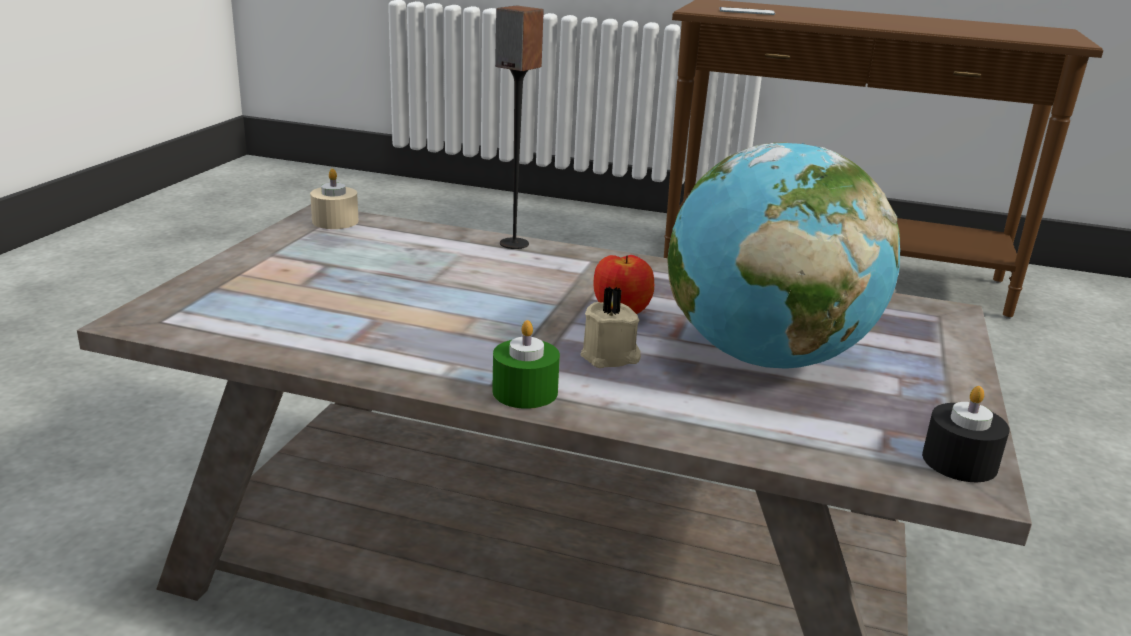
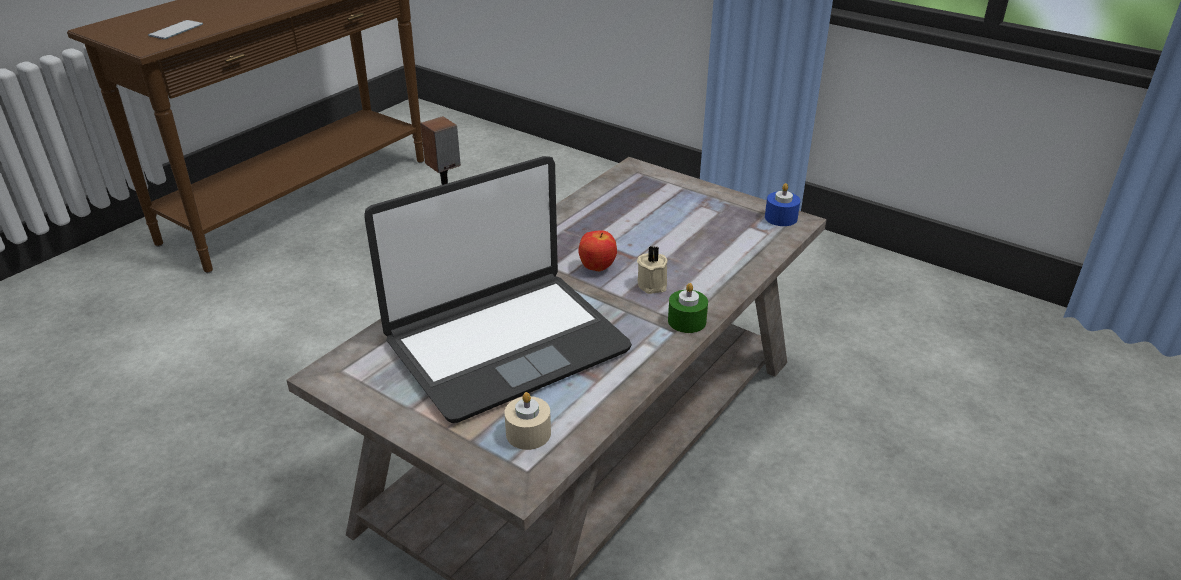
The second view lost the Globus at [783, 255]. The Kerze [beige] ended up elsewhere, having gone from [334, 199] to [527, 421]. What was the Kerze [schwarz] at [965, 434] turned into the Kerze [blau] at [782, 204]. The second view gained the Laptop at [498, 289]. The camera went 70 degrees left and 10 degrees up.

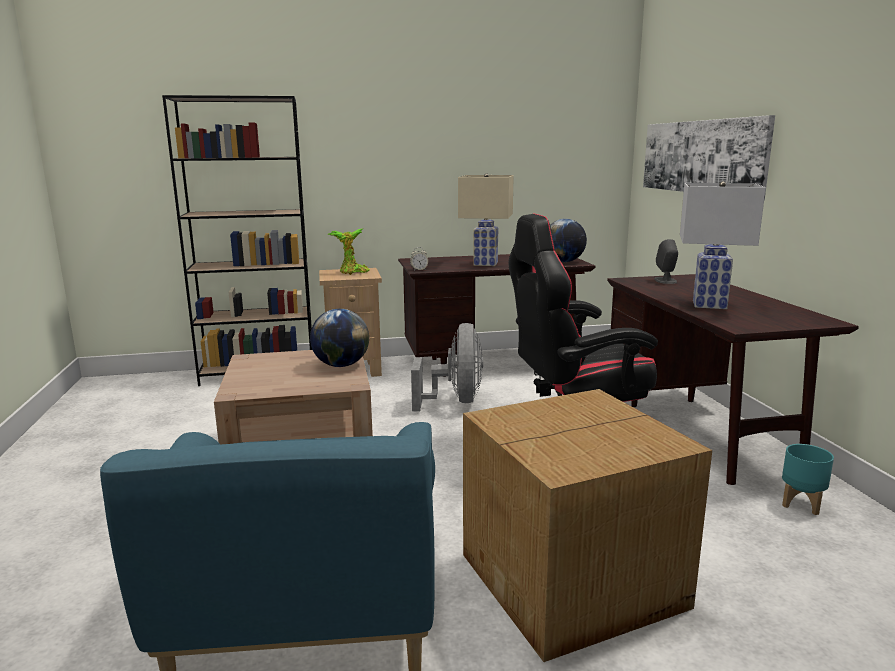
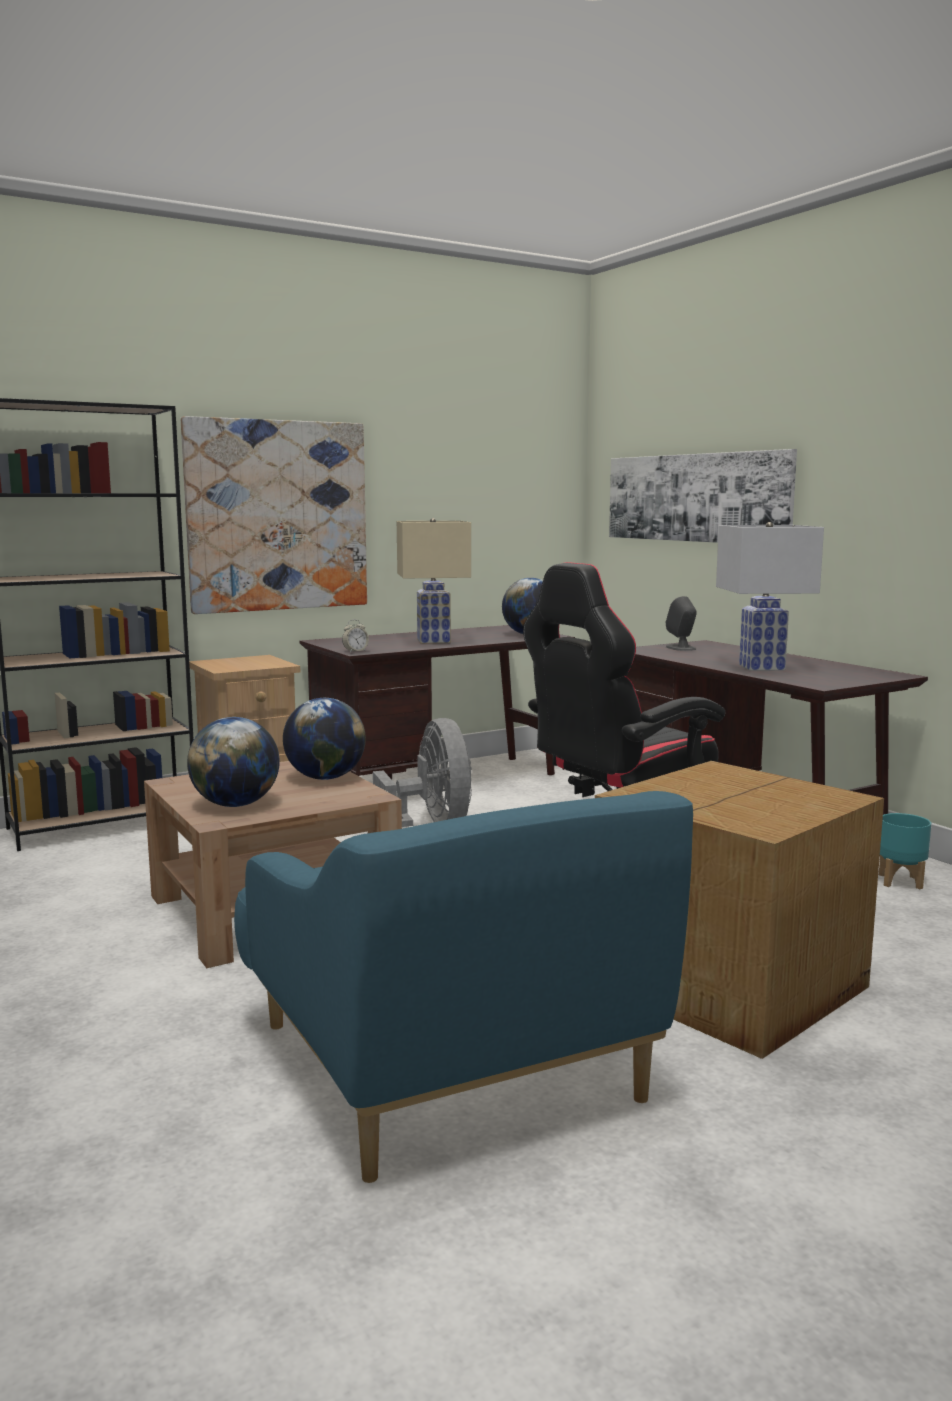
The second view lost the Topfpflanze at [348, 252]. The second view gained the Bild at [274, 515]. The second view gained the Globus at [233, 762]. The camera went 20 degrees left and 5 degrees down.

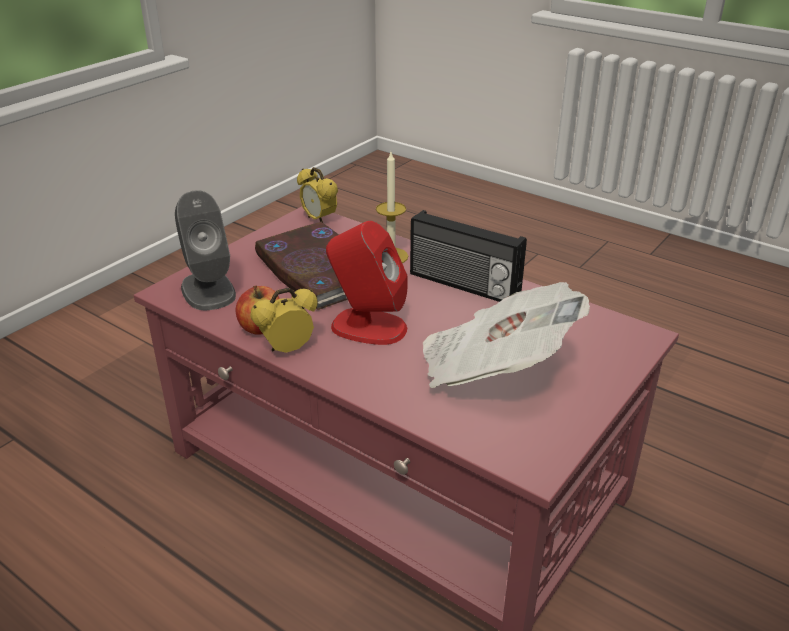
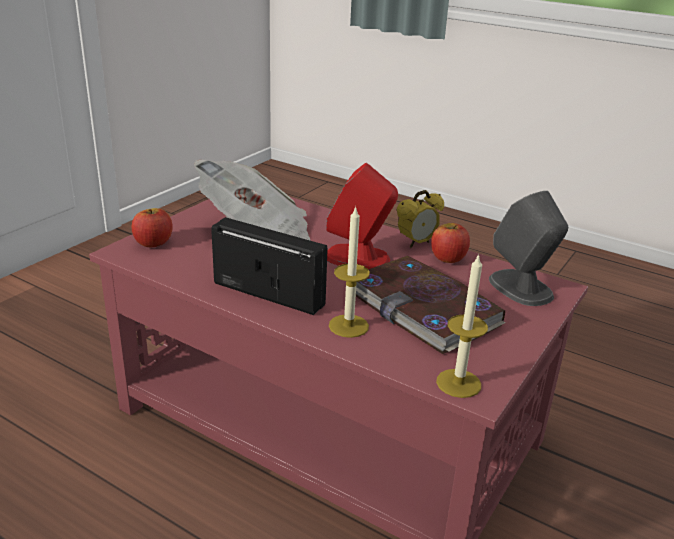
Where the Wecker stood at [317, 194], the Kerze came to stand at [462, 325]. The second view gained the Apfel at [152, 227]. The camera went 175 degrees right and 5 degrees down.

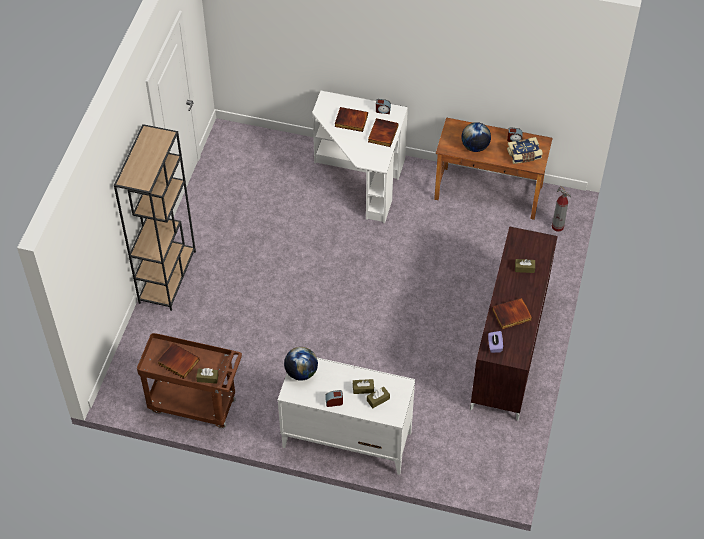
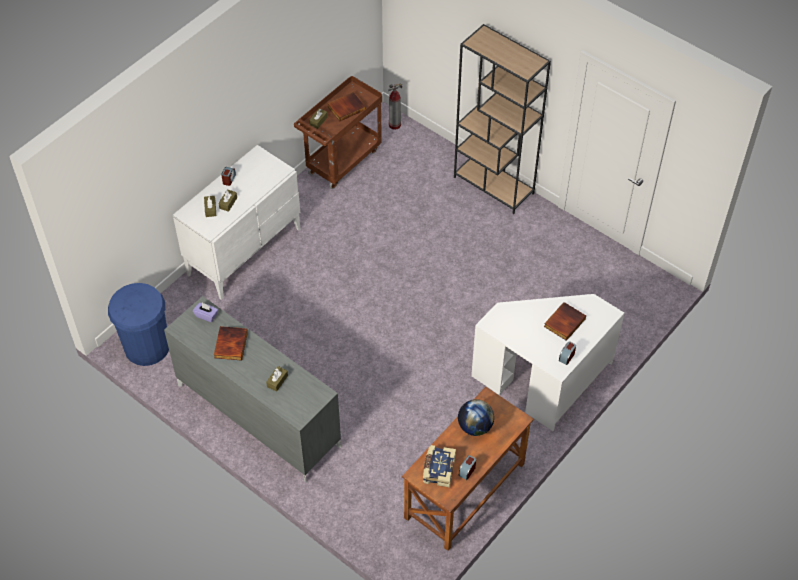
The second view lost the Buch at [383, 132]. The Feuerlöscher ended up elsewhere, having gone from [561, 208] to [395, 106]. What was the Kommode [braun] at [514, 323] turned into the Kommode [grau] at [252, 389]. The second view lost the Globus at [301, 364]. The second view gained the Mülleimer [blau] at [138, 324]. The camera went 115 degrees right and 0 degrees up.

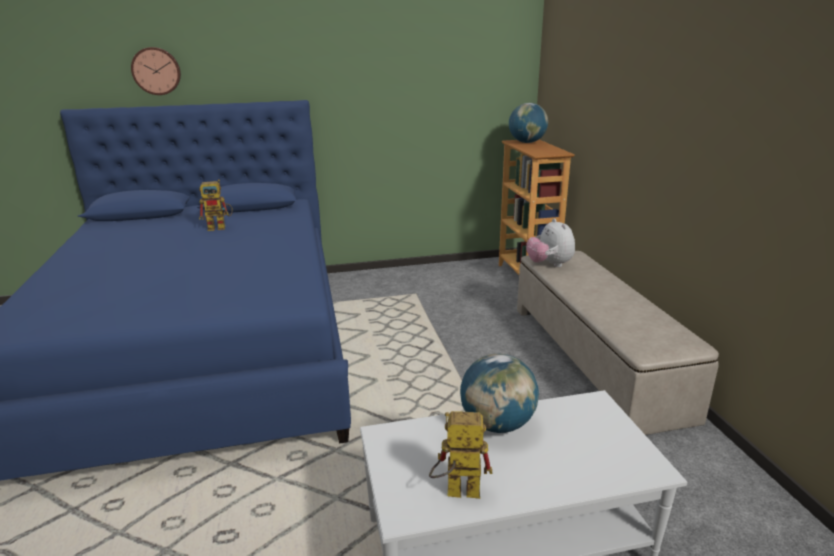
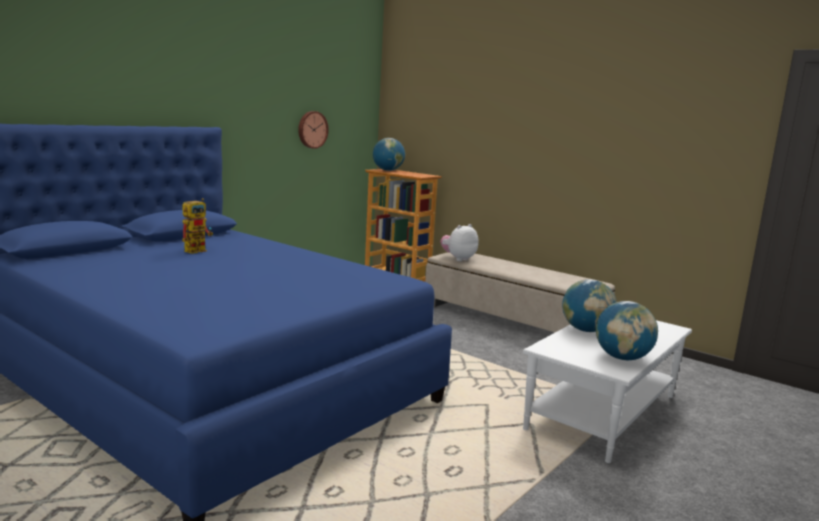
The Wanduhr ended up elsewhere, having gone from [156, 71] to [313, 130]. The Plüschtier at [550, 242] ended up facing another way, 105 degrees clockwise from before. Where the Spielzeugroboter stood at [460, 455], the Globus came to stand at [627, 330]. The camera went 40 degrees left and 10 degrees down.

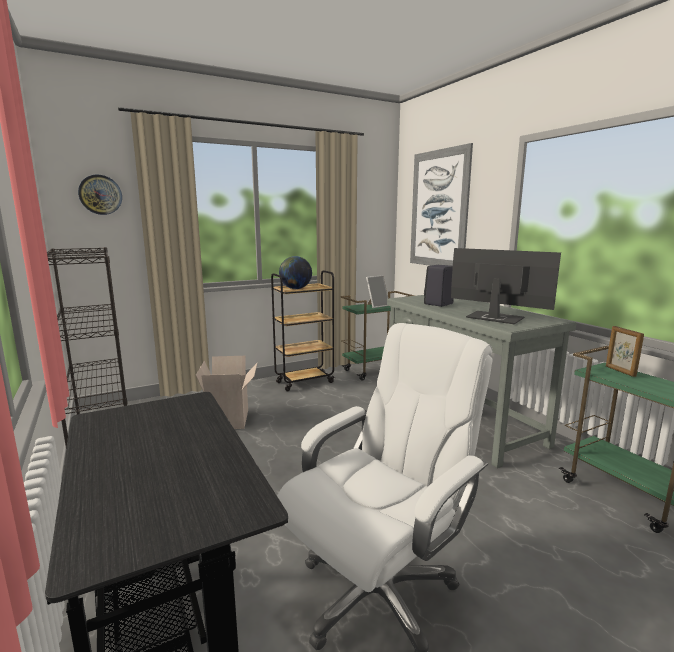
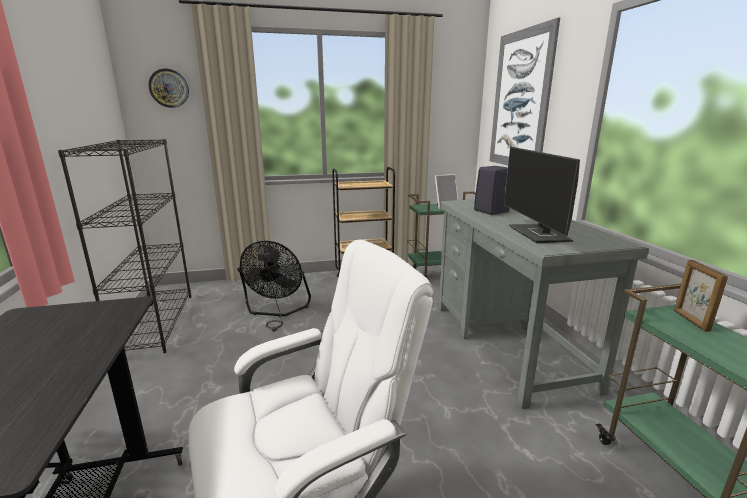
The Monitor at [506, 286] ended up facing another way, 150 degrees counterclockwise from before. The second view lost the Globus at [295, 272]. Where the Karton stood at [227, 392], the Ventilator [schwarz] came to stand at [274, 286]. The camera went 15 degrees right and 5 degrees up.

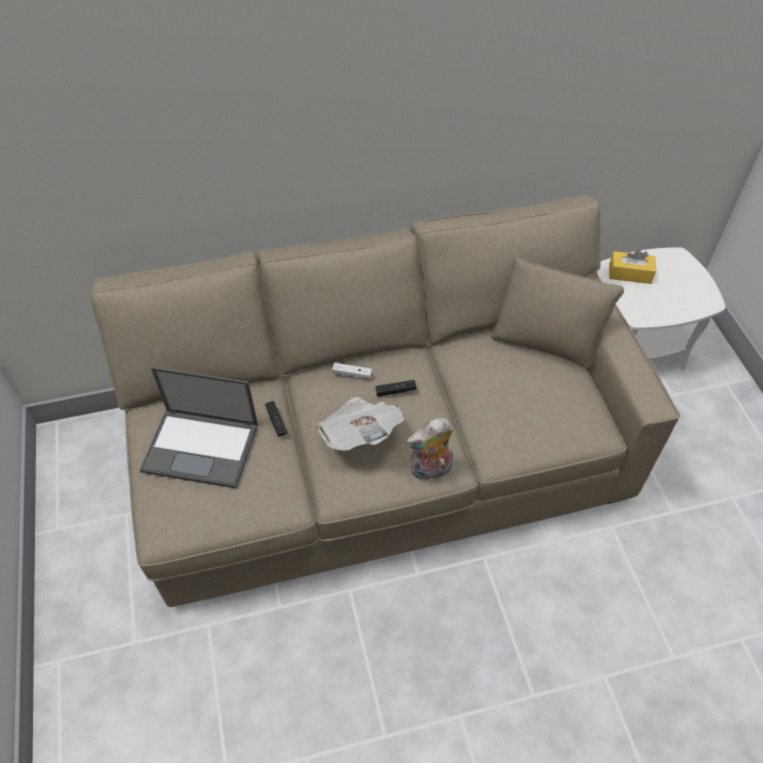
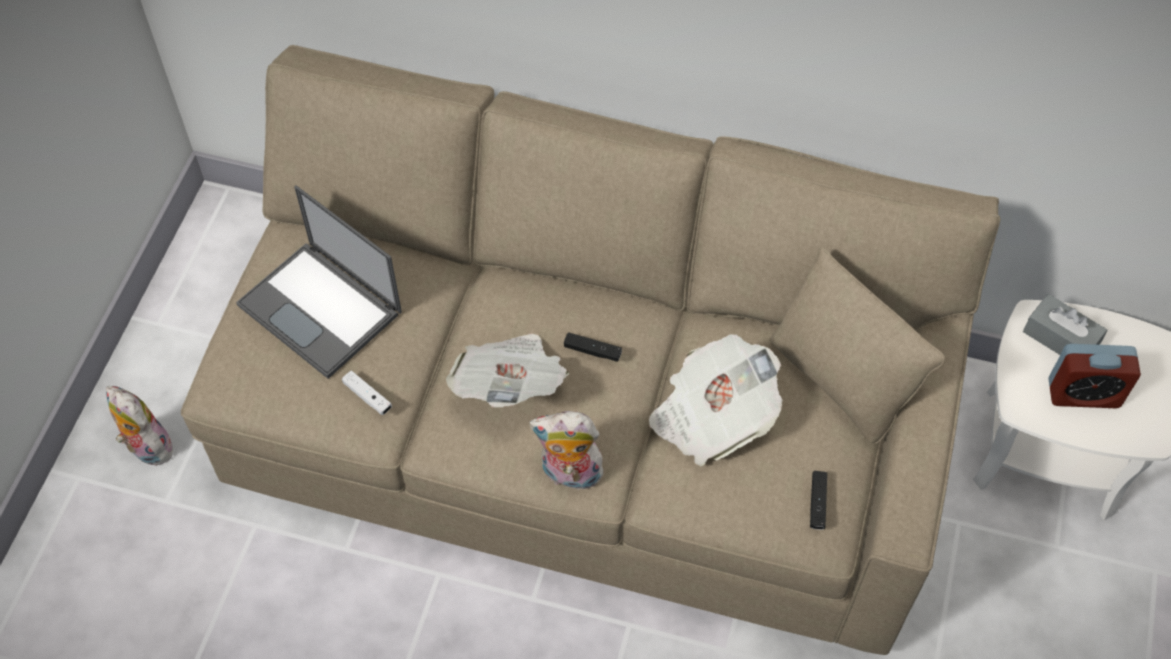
What was the Taschentuchbox [gelb] at [632, 266] turned into the Taschentuchbox [grau] at [1065, 324]. The Gamepad [weiß] ended up elsewhere, having gone from [352, 370] to [367, 392]. The Gamepad [schwarz] ended up elsewhere, having gone from [276, 419] to [818, 500]. The second view gained the Zeitung at [716, 400]. The second view gained the Wecker at [1094, 376]. The second view gained the Plüschtier at [139, 426]. The camera went 30 degrees right and 5 degrees up.

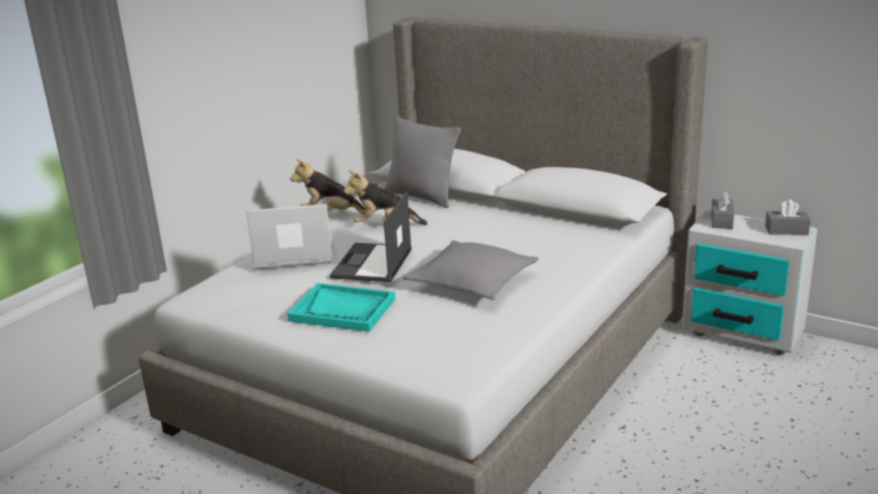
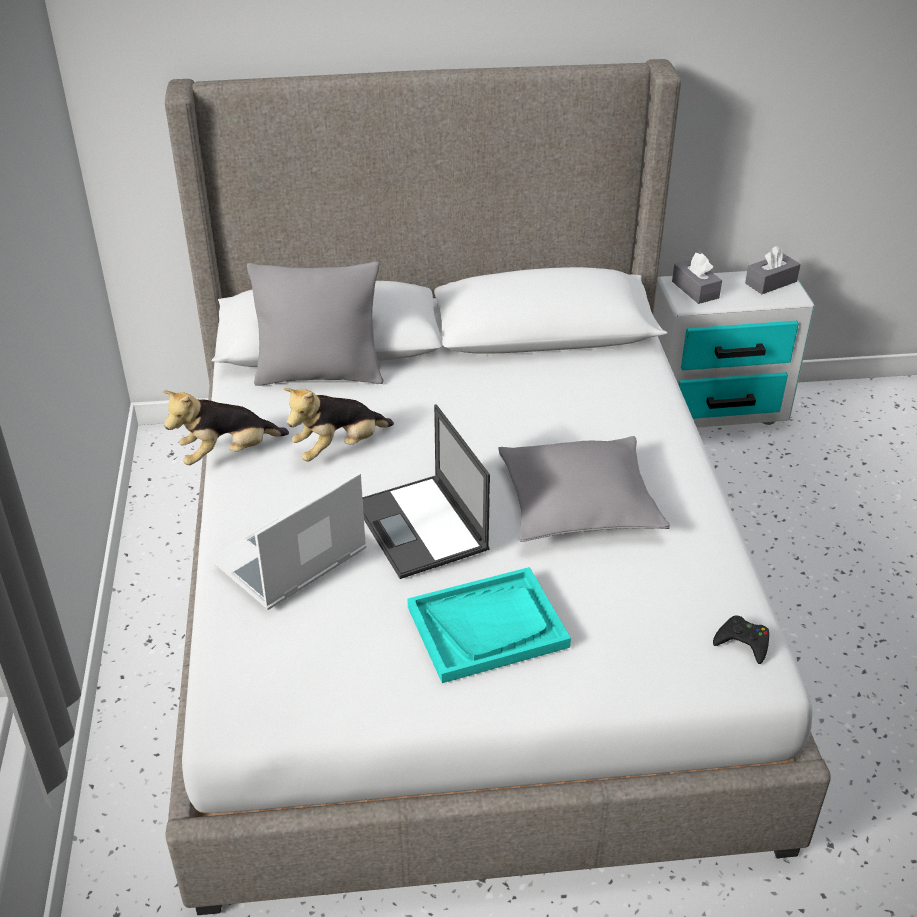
The second view gained the Gamepad [schwarz] at [741, 639]. The camera went 40 degrees left and 15 degrees up.

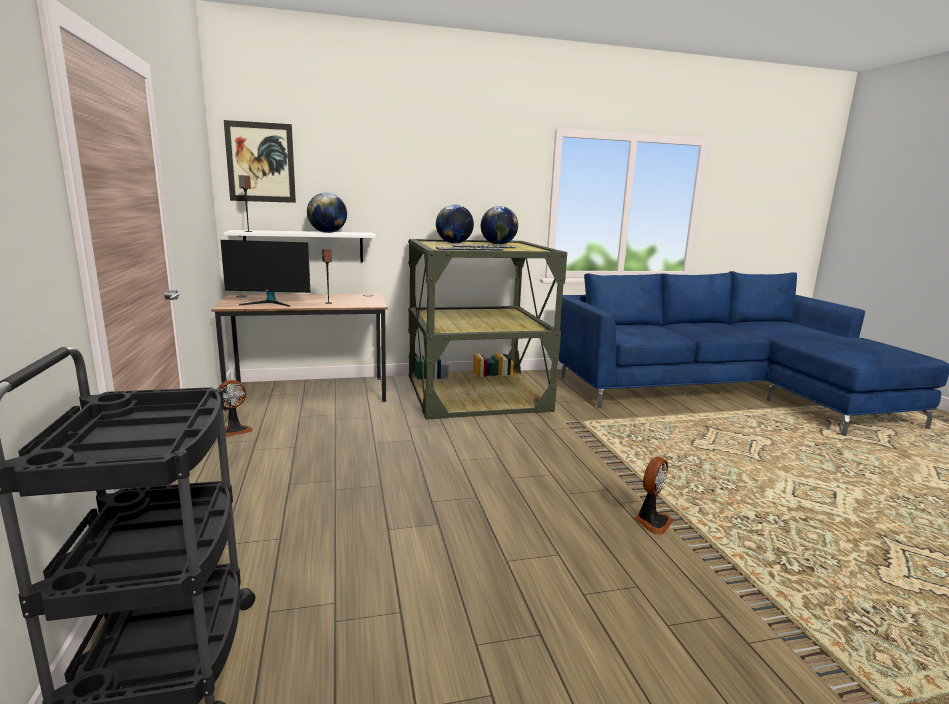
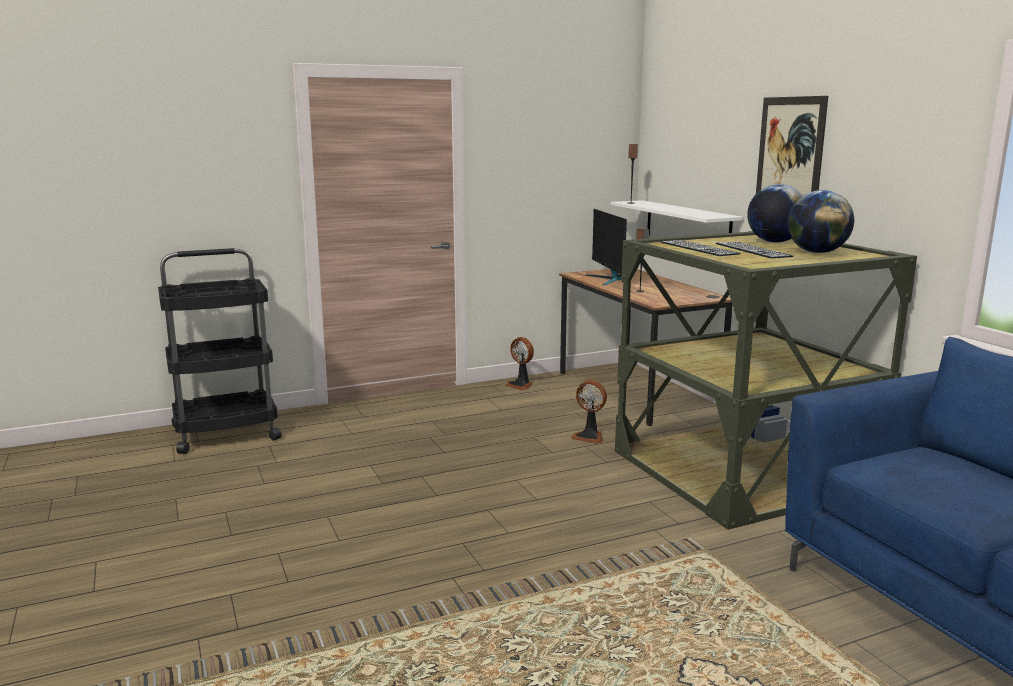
The Bild ended up elsewhere, having gone from [260, 161] to [792, 146]. The second view lost the Globus at [327, 213]. The Ventilator ended up elsewhere, having gone from [654, 496] to [589, 412]. The camera went 80 degrees right and 0 degrees up.

